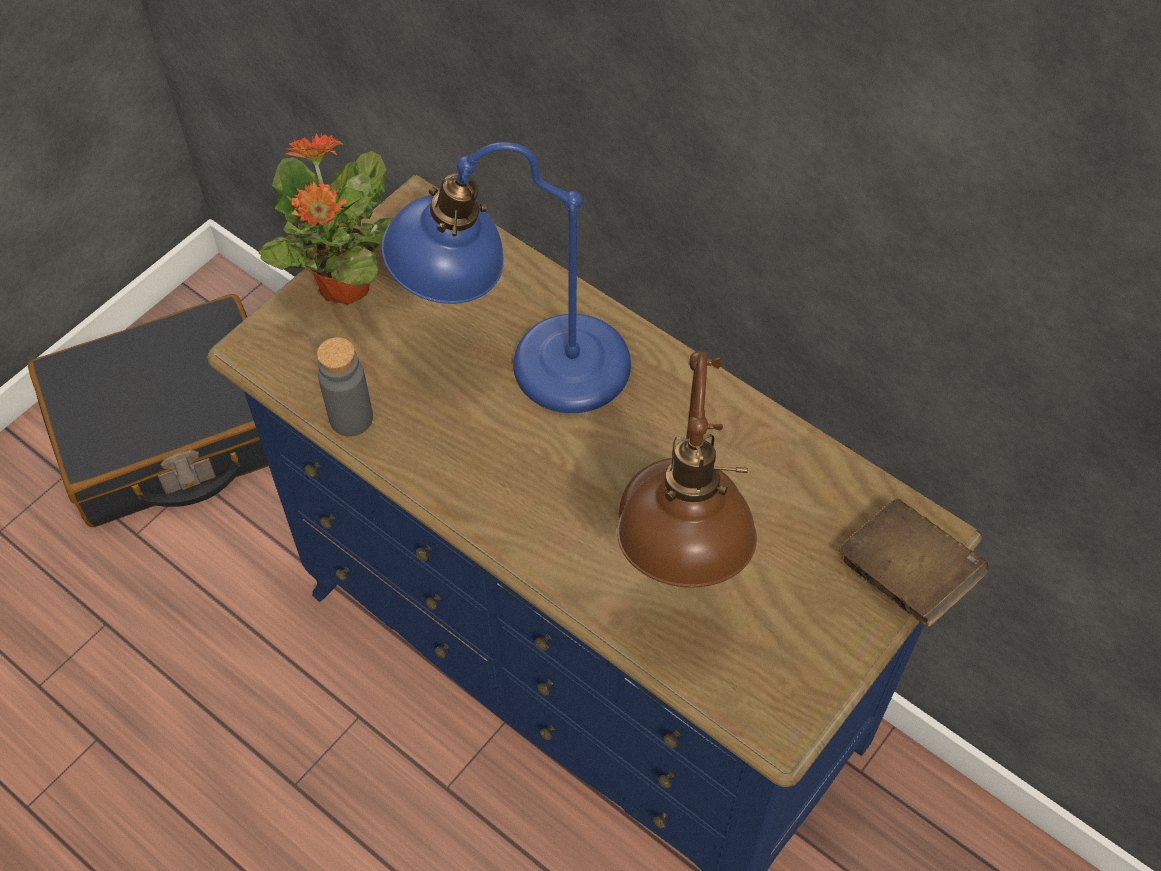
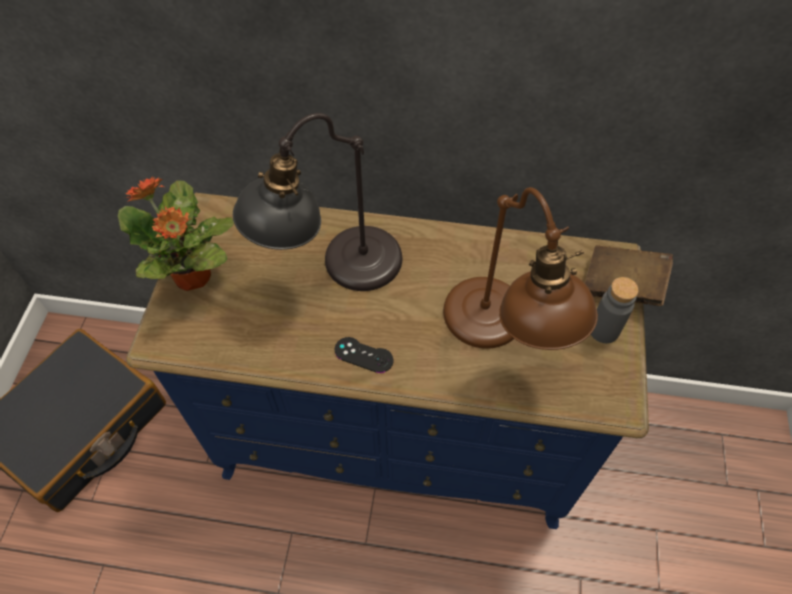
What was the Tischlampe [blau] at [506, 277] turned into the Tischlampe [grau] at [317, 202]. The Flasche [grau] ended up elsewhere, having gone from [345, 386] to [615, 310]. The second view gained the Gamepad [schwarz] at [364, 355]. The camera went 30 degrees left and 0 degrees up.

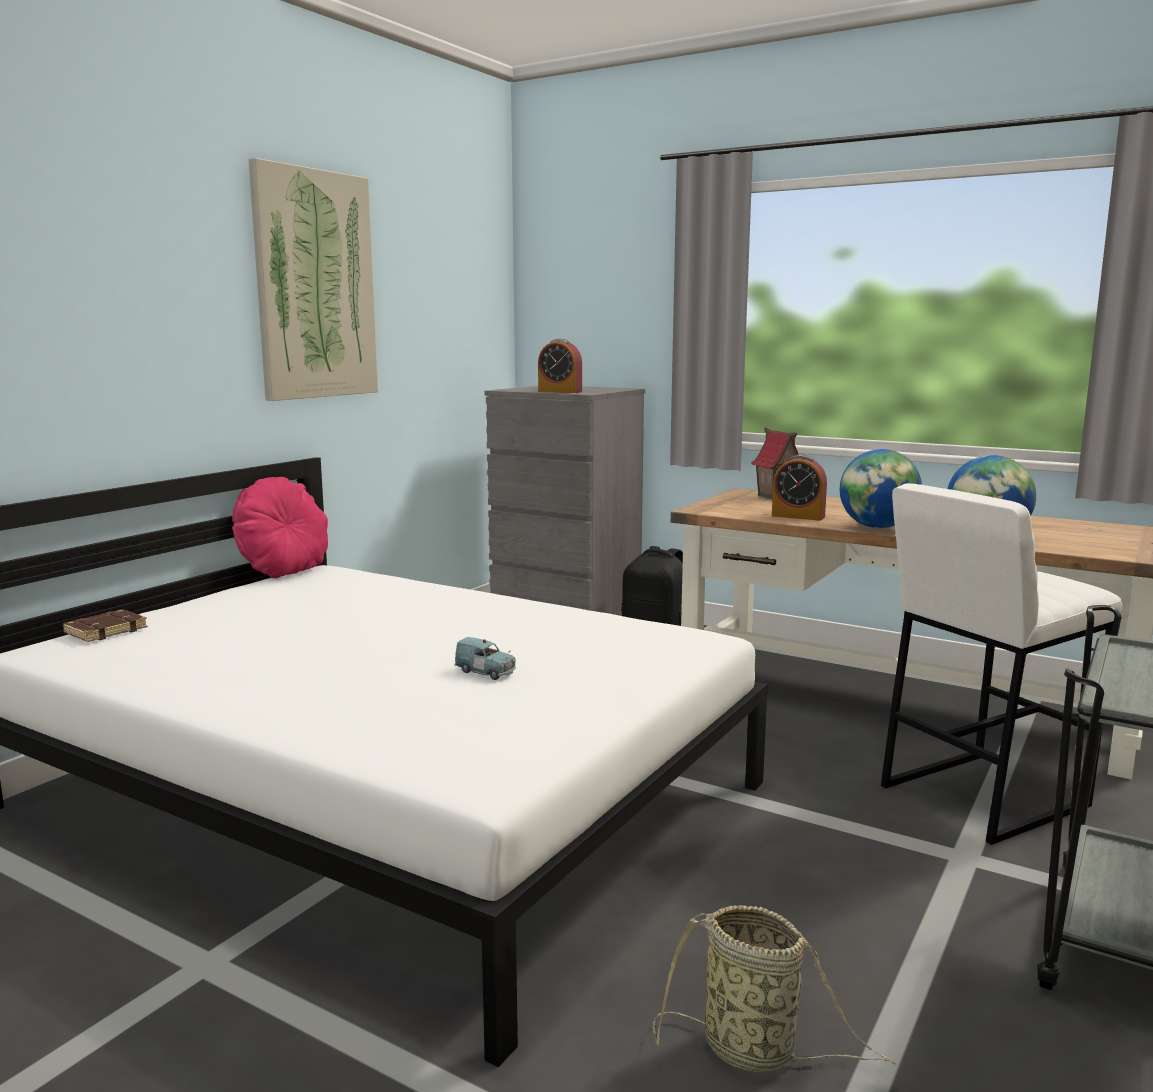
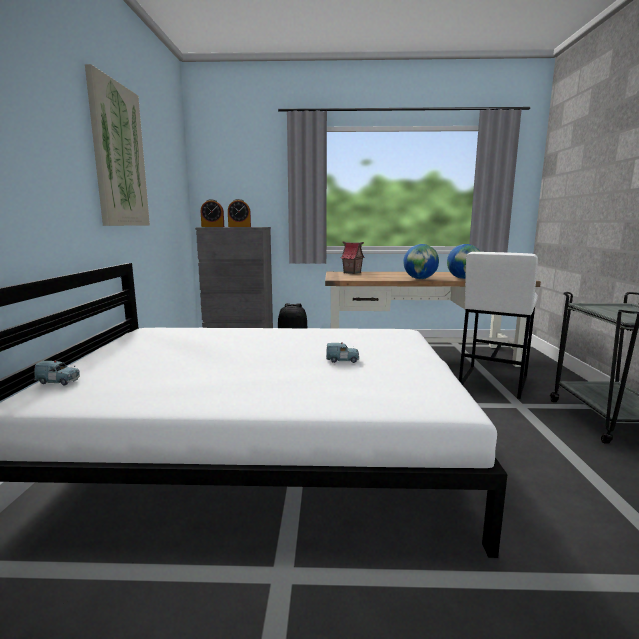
The Wecker ended up elsewhere, having gone from [799, 488] to [212, 213]. The second view lost the Kissen [rosa] at [280, 527]. Where the Buch [braun] stood at [105, 625], the Spielzeugauto [blau] came to stand at [57, 373]. The second view lost the Korb at [775, 989]. The camera went 30 degrees left and 0 degrees up.

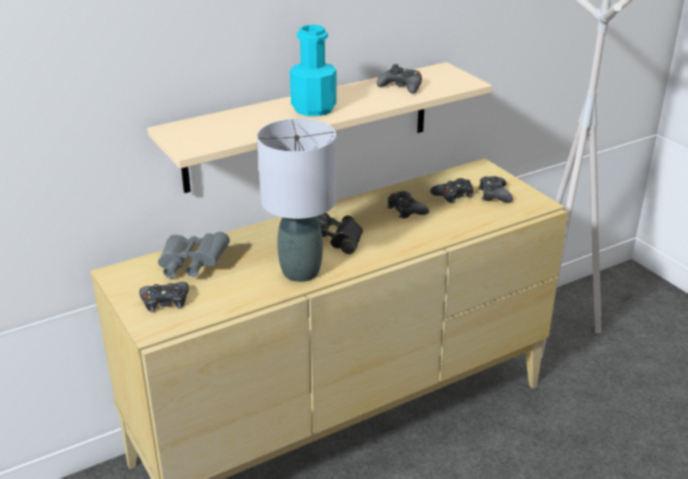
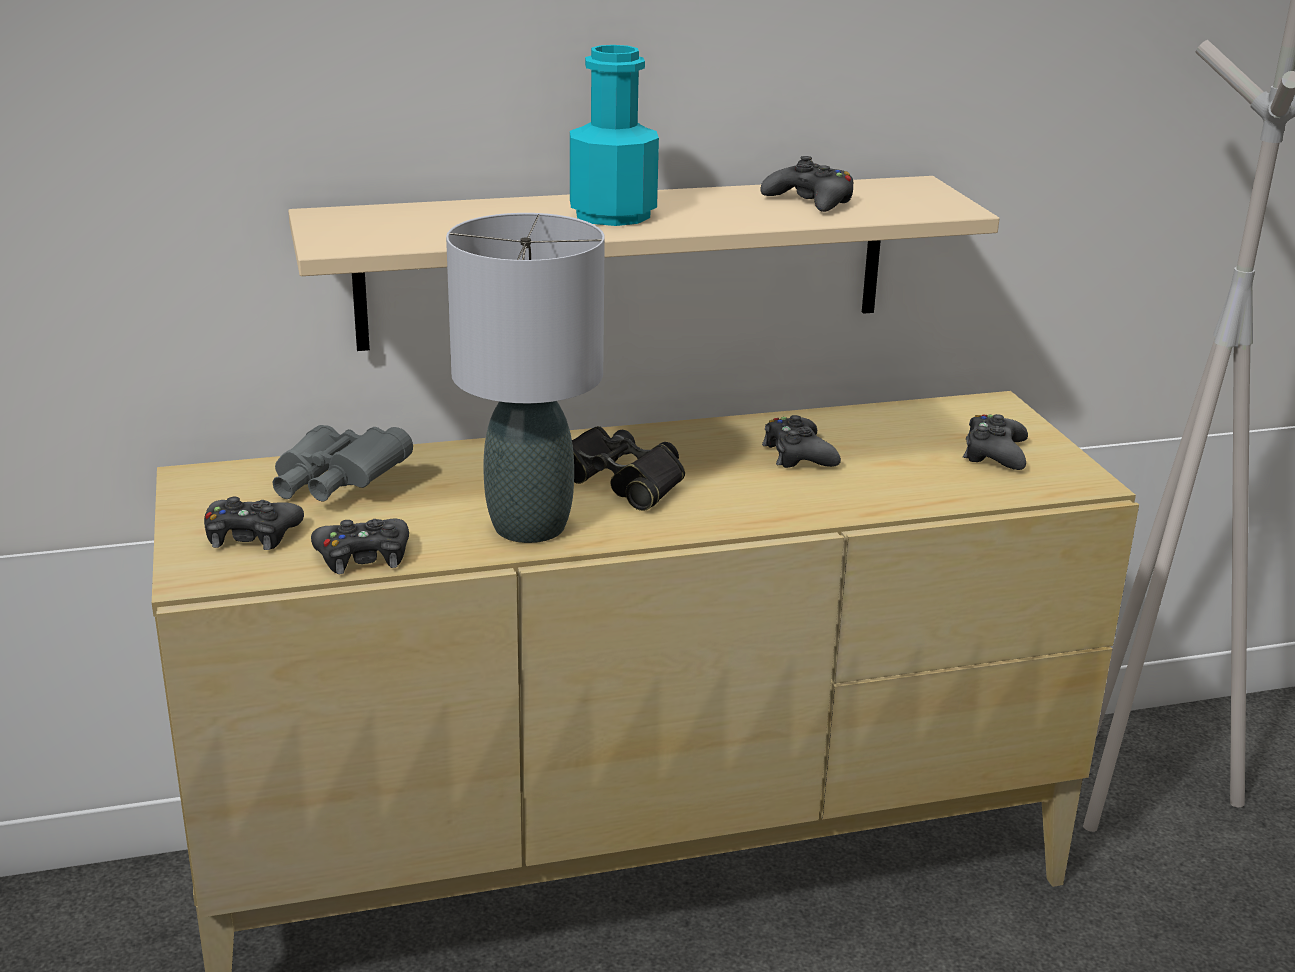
The Gamepad [schwarz] ended up elsewhere, having gone from [451, 190] to [360, 546]. The camera went 15 degrees right and 5 degrees down.

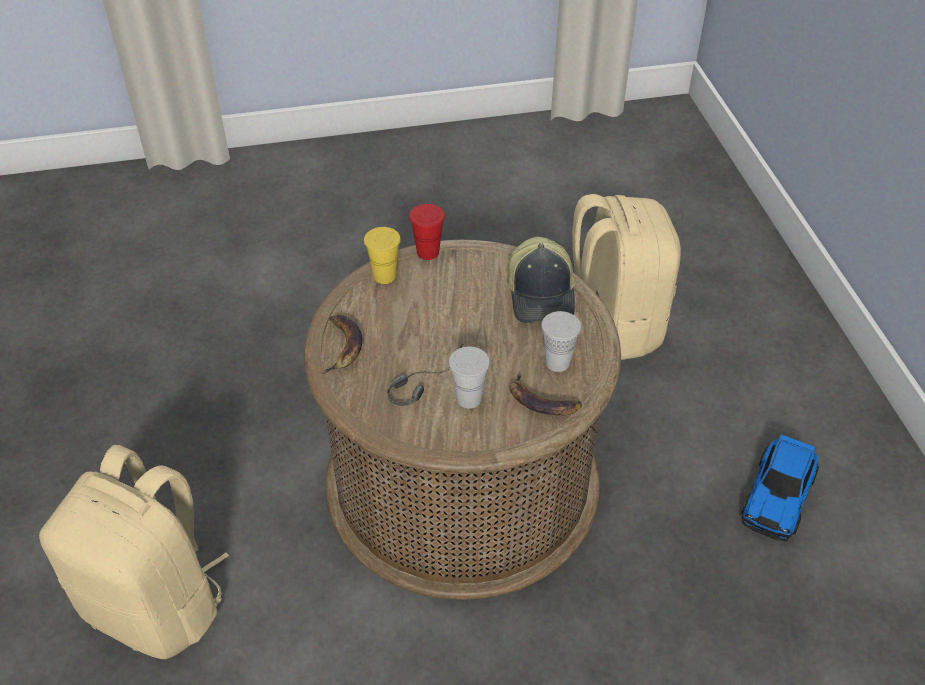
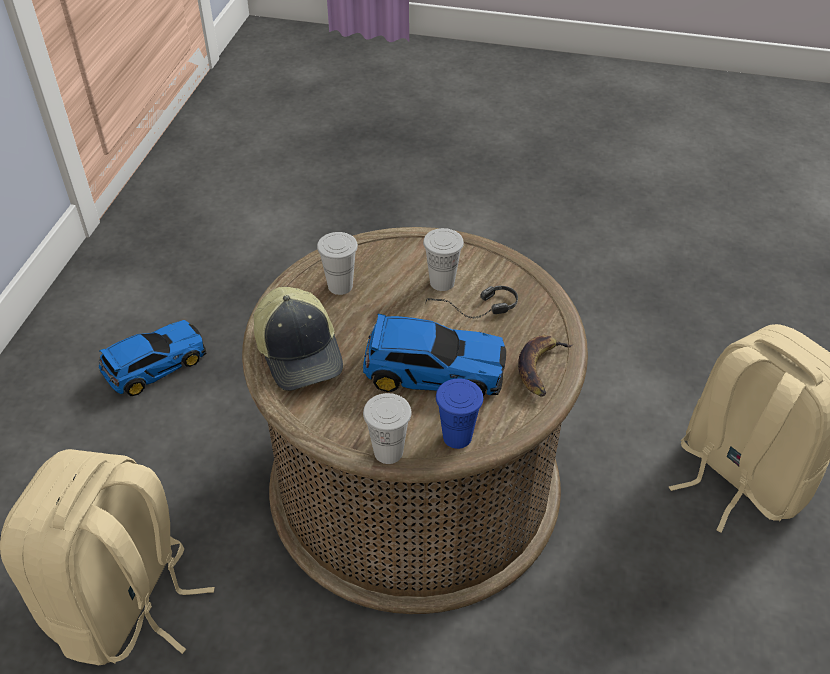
What was the Tasse [rot] at [427, 232] turned into the Tasse [weiß] at [387, 428]. What was the Tasse [gelb] at [382, 255] turned into the Tasse [blau] at [459, 414]. The Kappe at [541, 279] ended up facing another way, 135 degrees clockwise from before. The second view lost the Banane at [546, 393]. The second view gained the Spielzeugauto at [434, 355]. The camera went 155 degrees left and 0 degrees up.

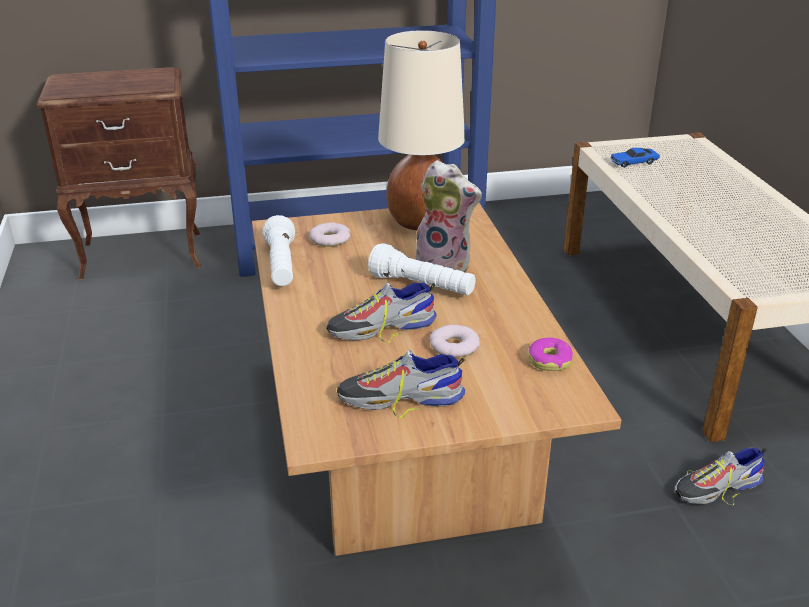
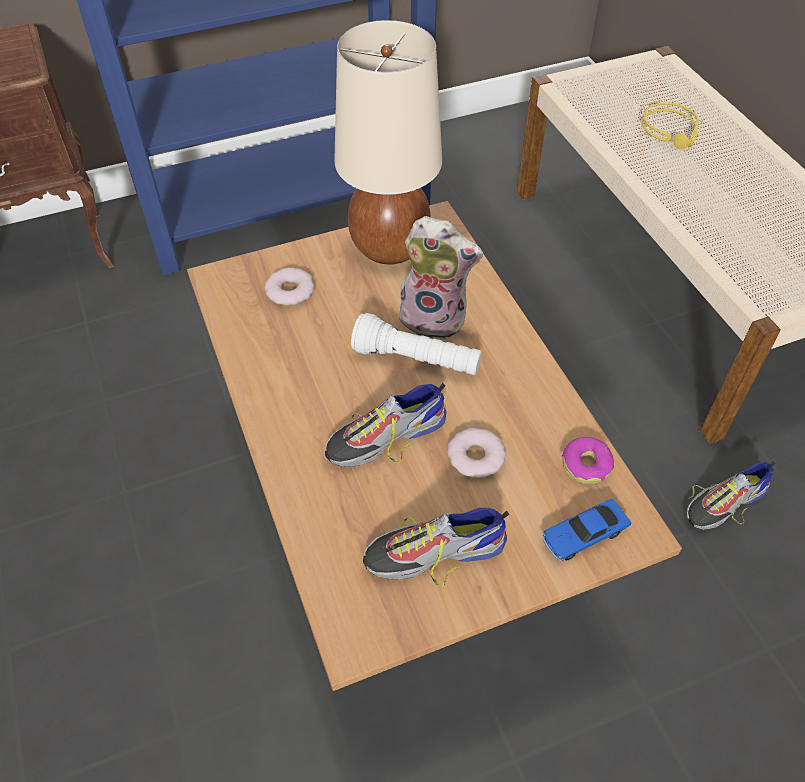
The Spielzeugauto ended up elsewhere, having gone from [635, 158] to [586, 530]. The second view lost the Taschenlampe [weiß] at [278, 250]. The second view gained the Kopfhörer [gelb] at [672, 126]. The camera went 10 degrees left and 20 degrees up.

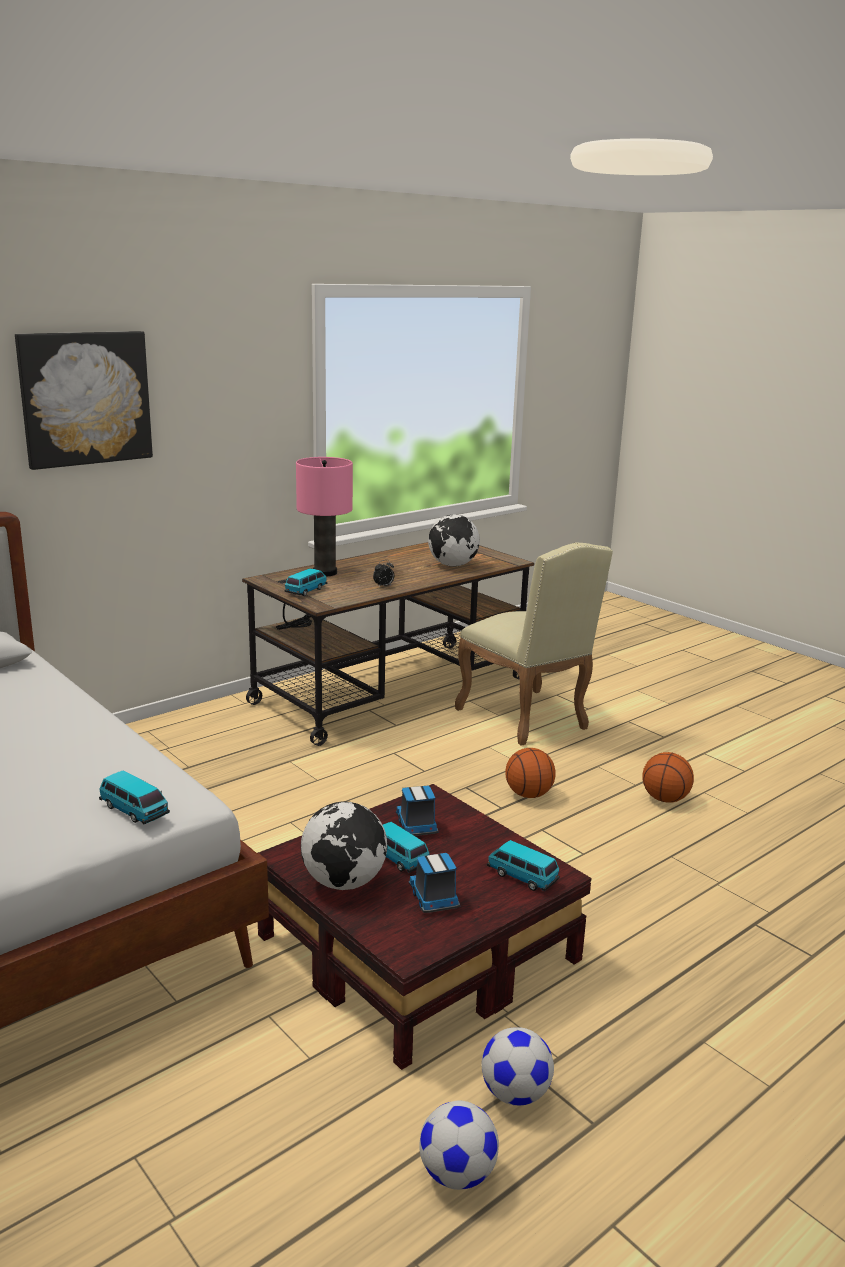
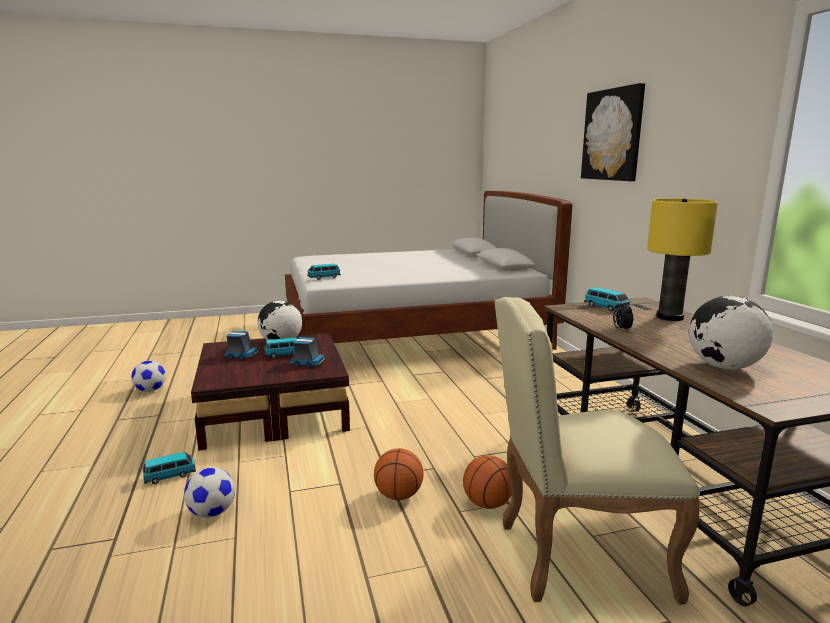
What was the Tischlampe [rosa] at [324, 516] turned into the Tischlampe [gelb] at [682, 259]. The Basketball ended up elsewhere, having gone from [668, 777] to [487, 482]. The Spielzeugauto ended up elsewhere, having gone from [523, 865] to [169, 468]. The Fußball ended up elsewhere, having gone from [517, 1066] to [209, 492]. The camera went 115 degrees right and 5 degrees down.

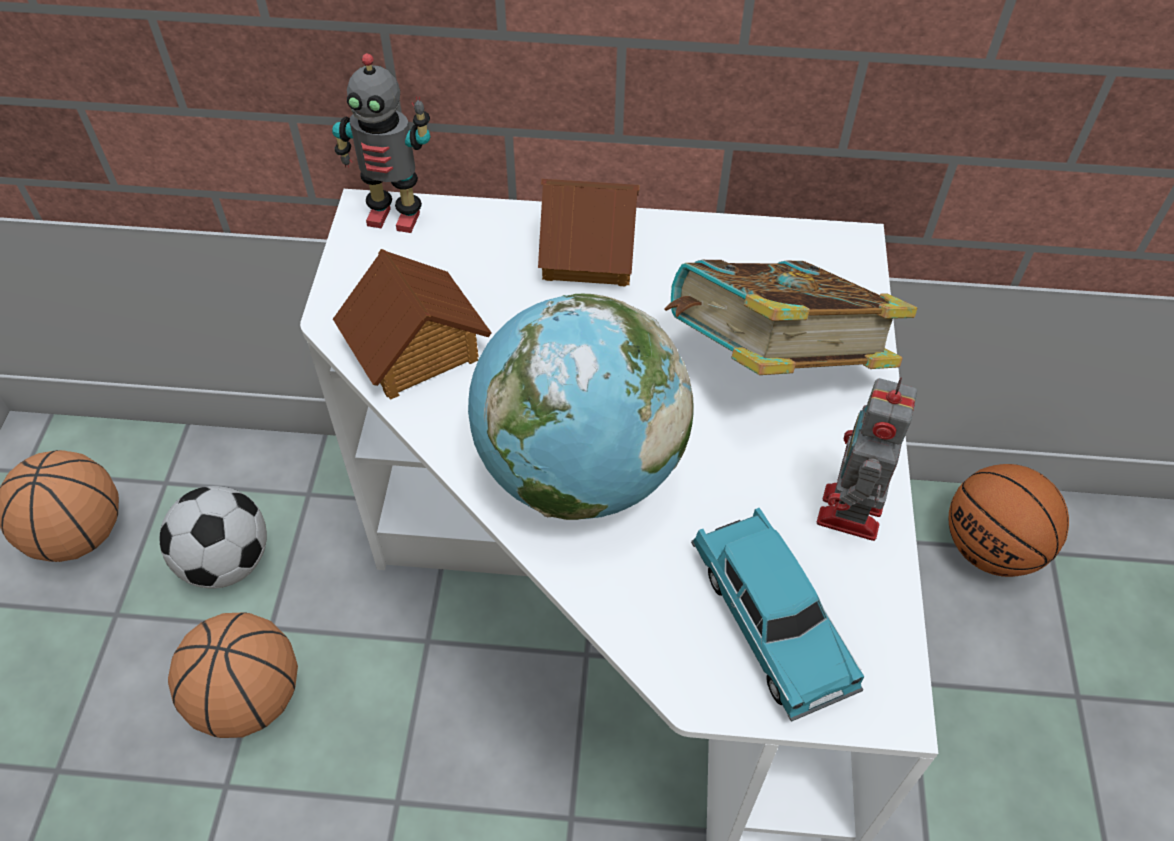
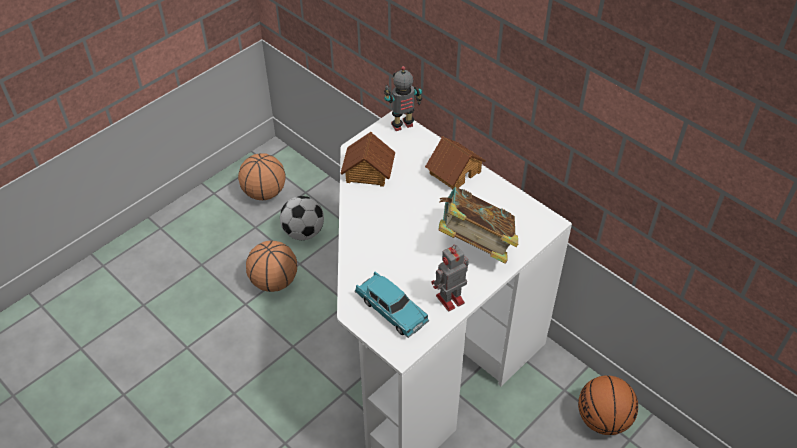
The Spielzeugroboter at [381, 143] ended up facing another way, 105 degrees clockwise from before. The second view lost the Globus at [581, 407]. The Spielzeugauto [türkis] at [777, 614] ended up facing another way, 60 degrees counterclockwise from before. The camera went 40 degrees right and 5 degrees down.

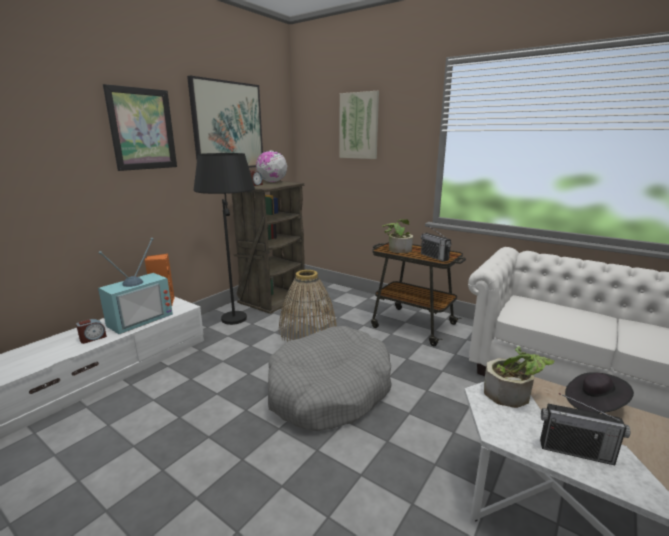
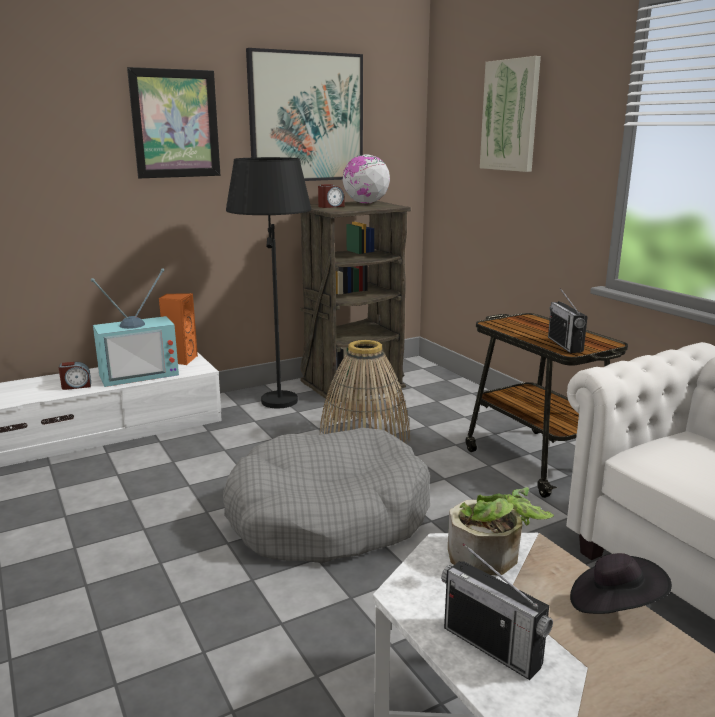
The second view lost the Topfpflanze at [397, 236]. The camera went 25 degrees right and 0 degrees up.

